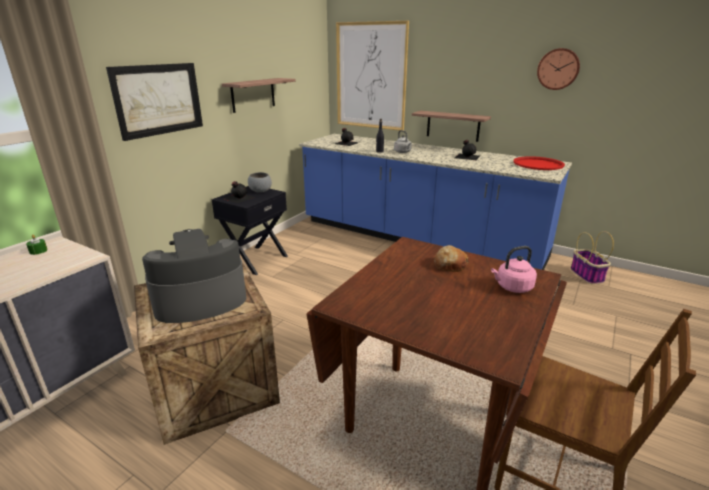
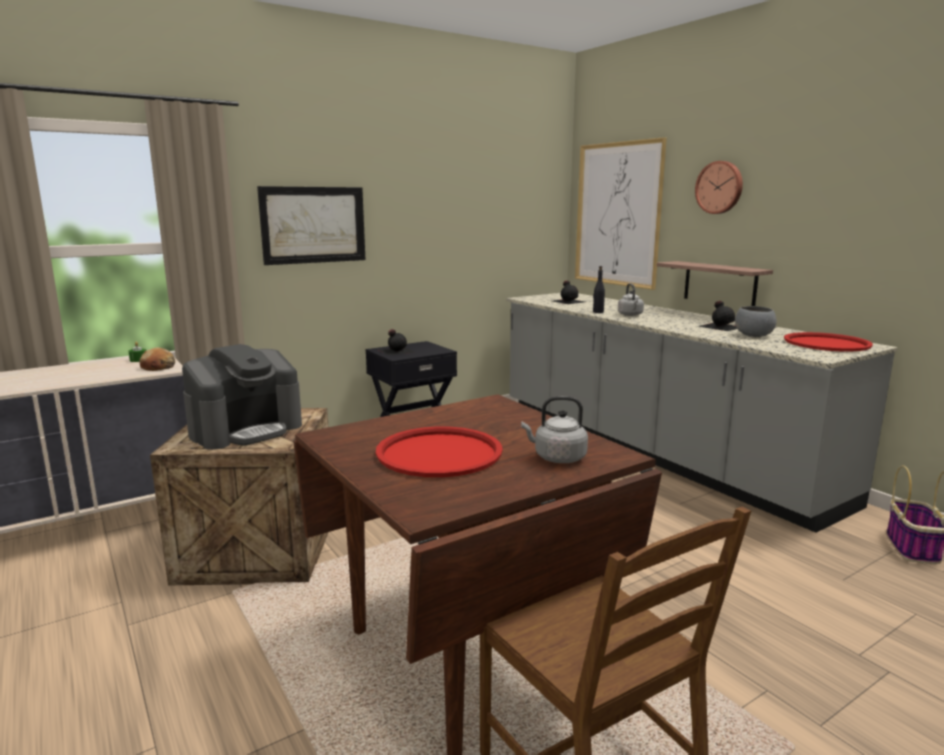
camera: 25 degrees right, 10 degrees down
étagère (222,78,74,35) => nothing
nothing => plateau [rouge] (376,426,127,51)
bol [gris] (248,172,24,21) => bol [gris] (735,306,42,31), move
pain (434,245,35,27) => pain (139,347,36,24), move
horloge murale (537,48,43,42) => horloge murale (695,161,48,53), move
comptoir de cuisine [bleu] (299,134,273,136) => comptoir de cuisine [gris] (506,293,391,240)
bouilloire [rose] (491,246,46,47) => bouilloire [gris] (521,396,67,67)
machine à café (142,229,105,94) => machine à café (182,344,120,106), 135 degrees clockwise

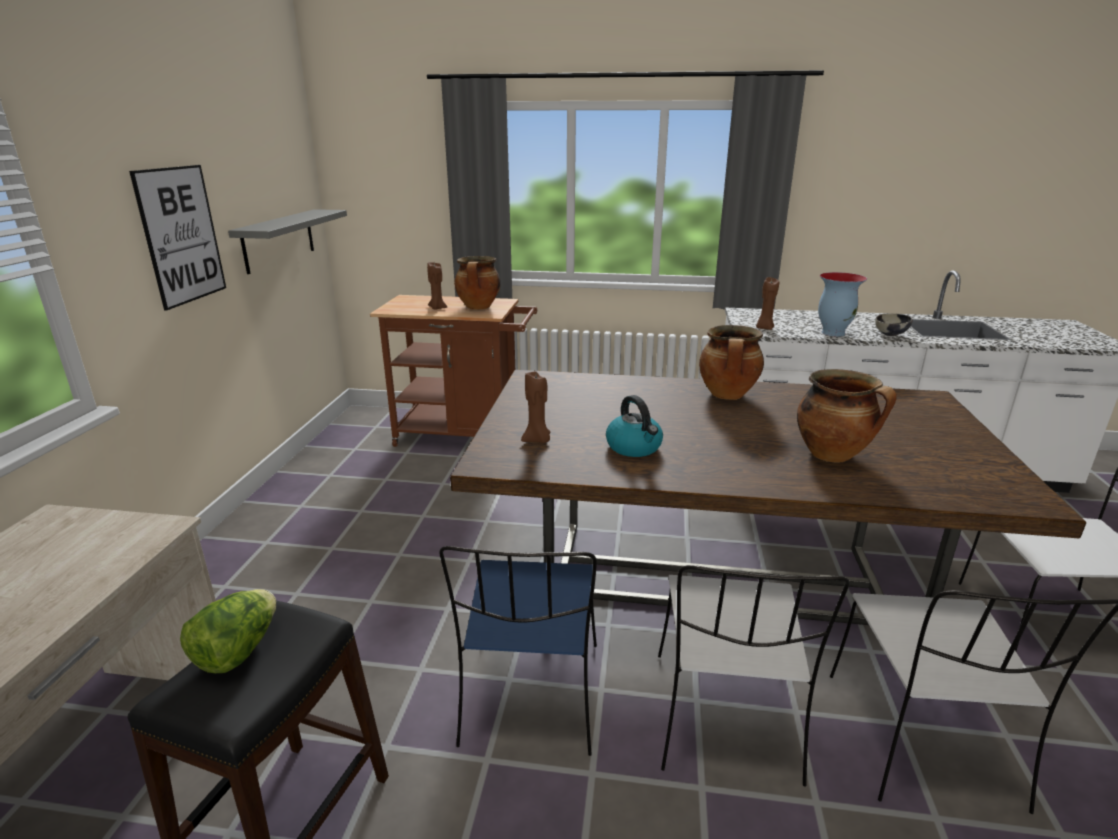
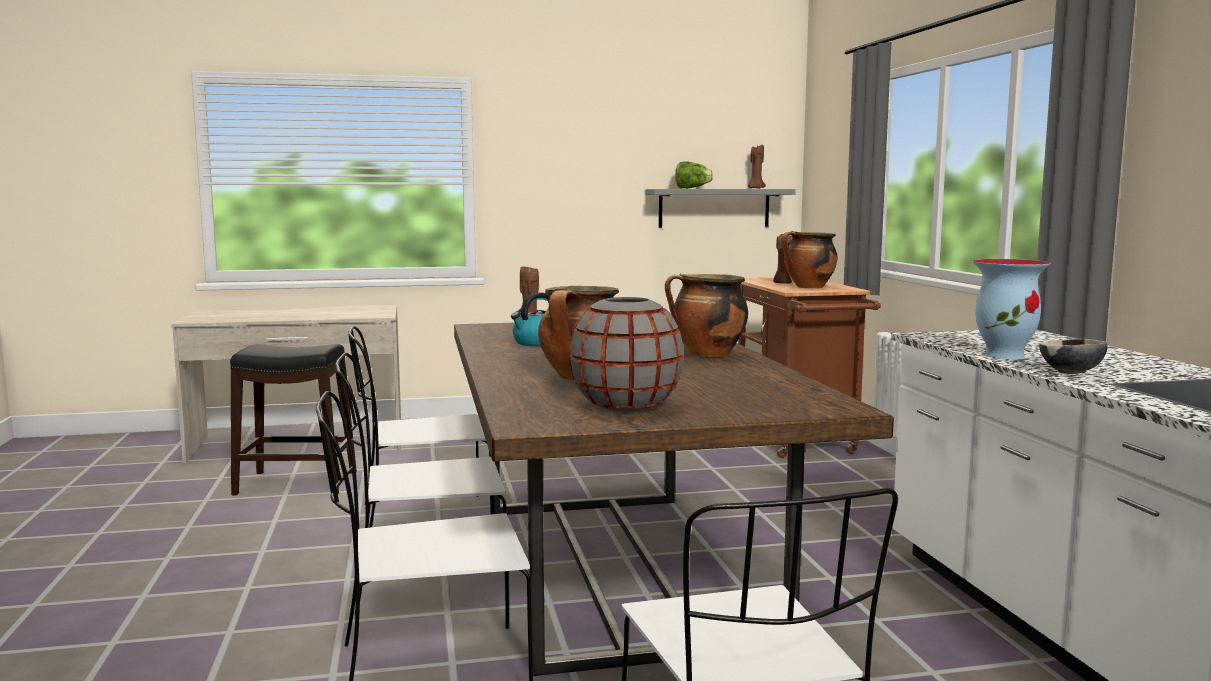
camera: 70 degrees right, 15 degrees down
tableau (129,165,97,145) => nothing
nothing => vase [gris] (569,297,115,115)
laitue (180,589,96,84) => laitue (675,162,38,27), move
bougie [marron] (756,277,23,53) => bougie [marron] (748,144,18,45), move
chaise [bleu] (439,546,158,210) => chaise [blanc] (348,326,144,202)

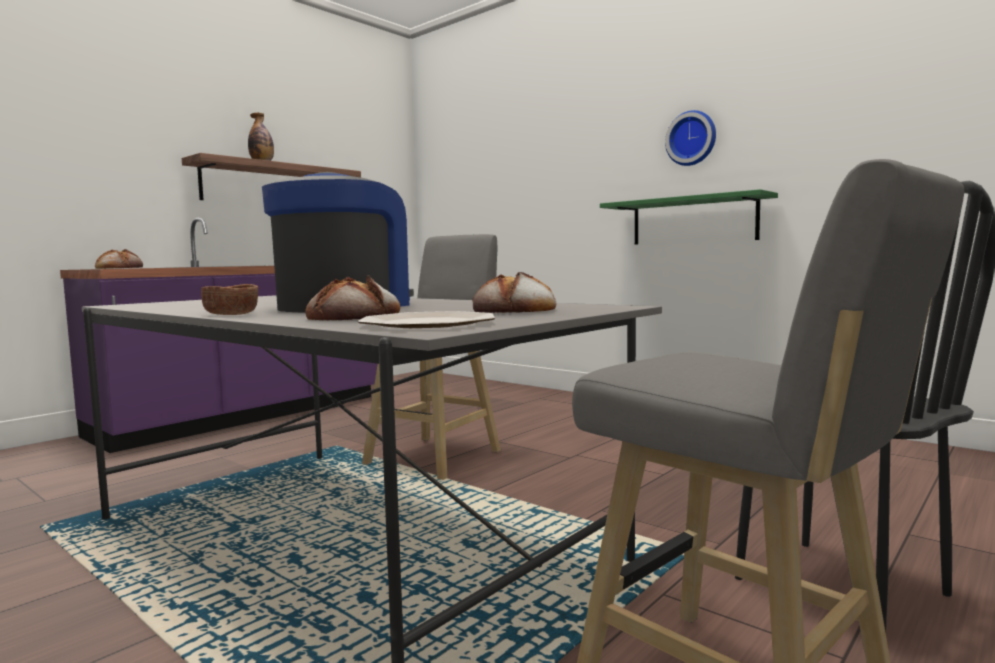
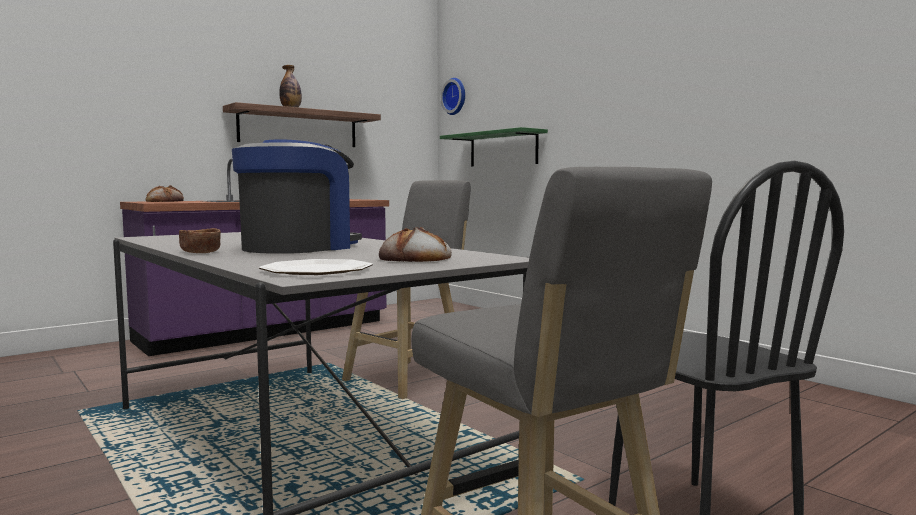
camera: 10 degrees right, 0 degrees up
pain (305,275,95,45) => nothing
étagère [vert] (600,189,178,55) => étagère [vert] (440,127,108,40), move
horloge murale (665,110,51,56) => horloge murale (441,78,24,37), move

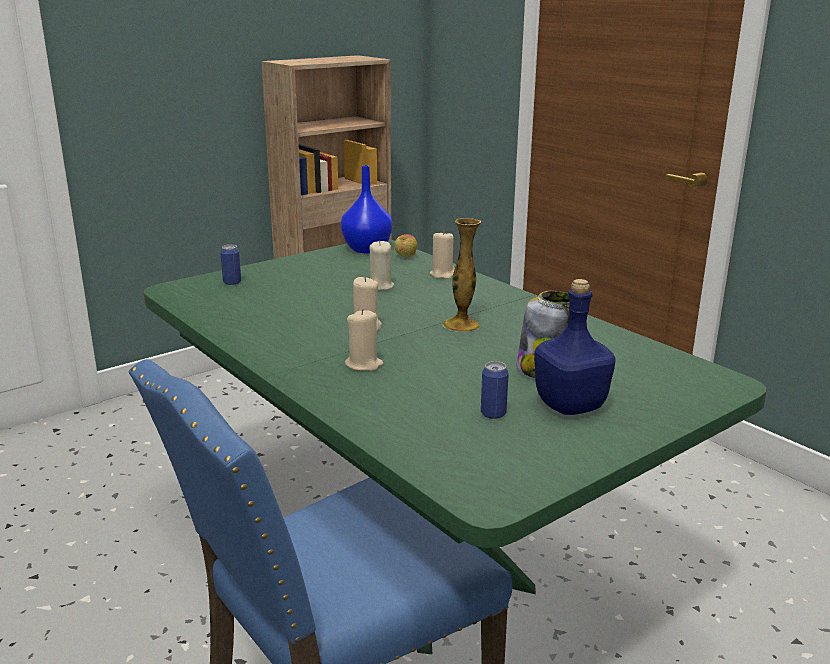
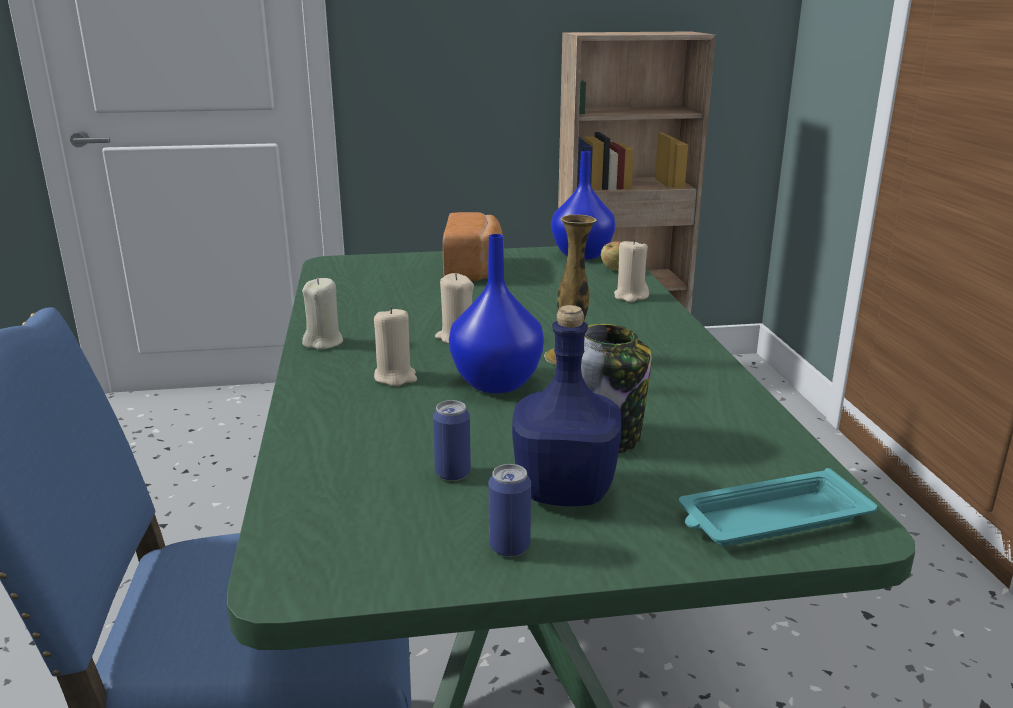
camera: 30 degrees right, 0 degrees up
nothing => pain (443,212,61,69)
nothing => vase [bleu] (449,234,95,159)
nothing => plateau [turquoise] (679,468,199,78)
boîte métallique (220,244,21,41) => boîte métallique (489,464,42,93), move
bougie [beige] (369,241,25,50) => bougie [beige] (302,277,41,73), move

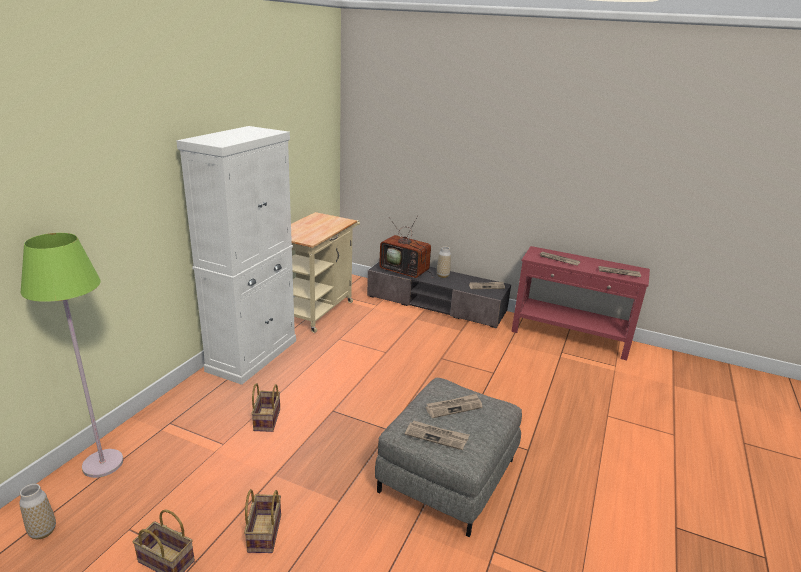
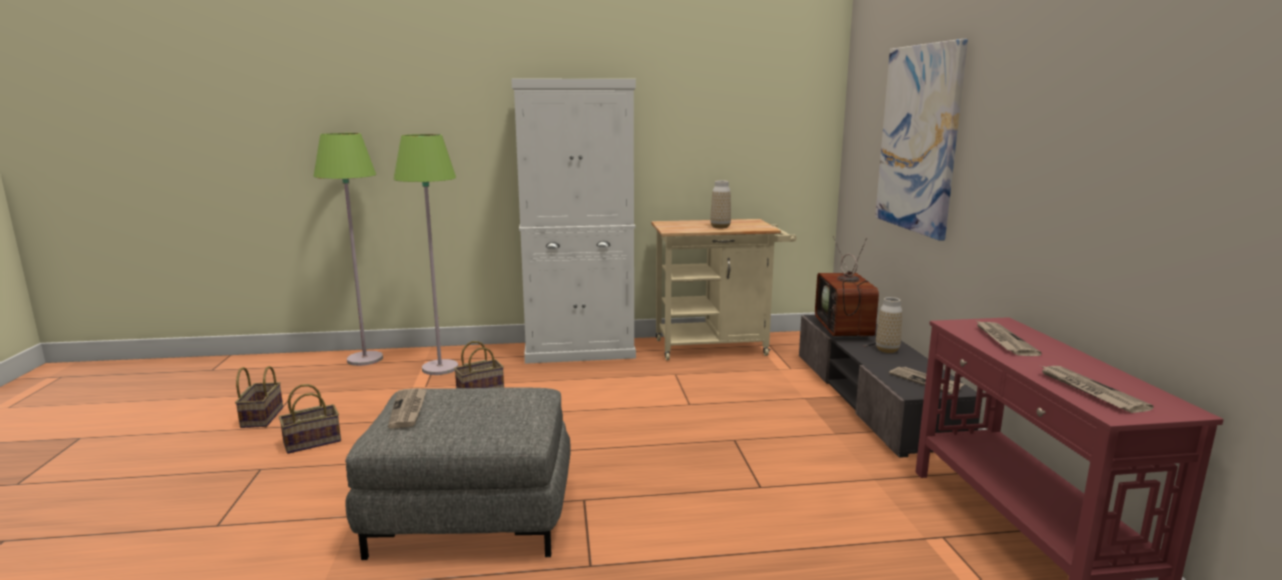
camera: 60 degrees right, 10 degrees down
journal (425,393,57,25) => nothing
nothing => lampadaire [vert] (393,134,65,241)
nothing => tableau (875,39,93,202)
vase (19,484,37,55) => vase (710,180,21,48), move

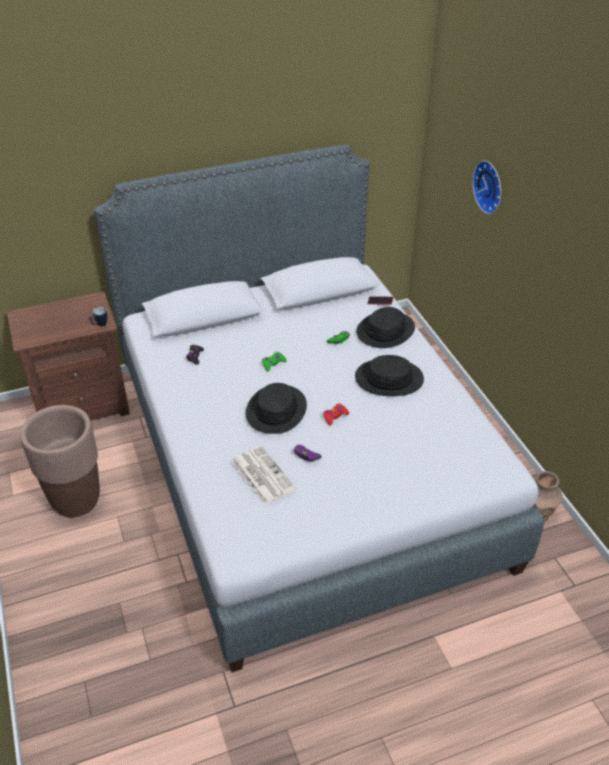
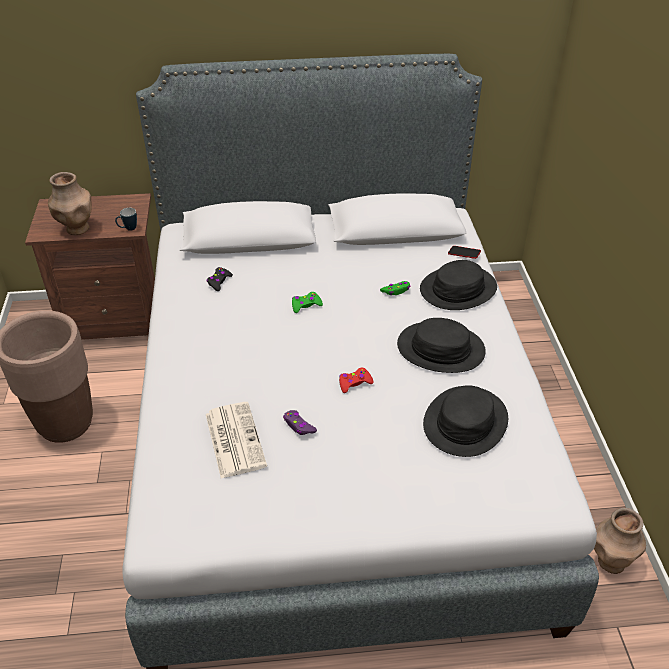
camera: 15 degrees right, 0 degrees up
horloge murale (472,161,29,53) => nothing
nothing => vase [marron] (48,172,44,63)
chapeau [noir] (246,383,61,51) => chapeau [noir] (423,385,85,72), move

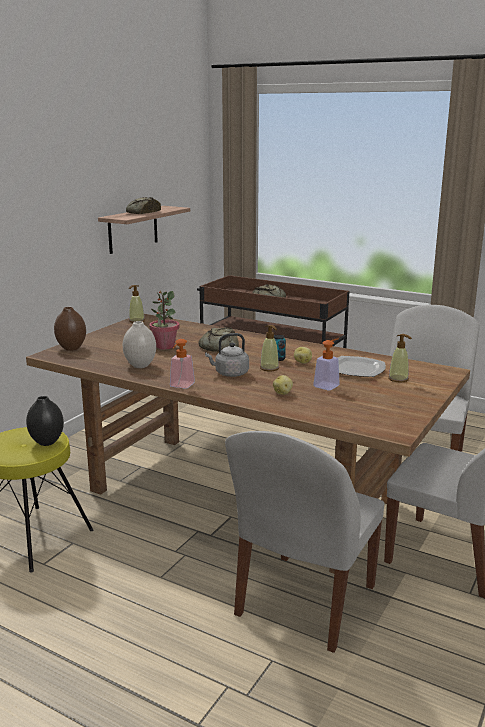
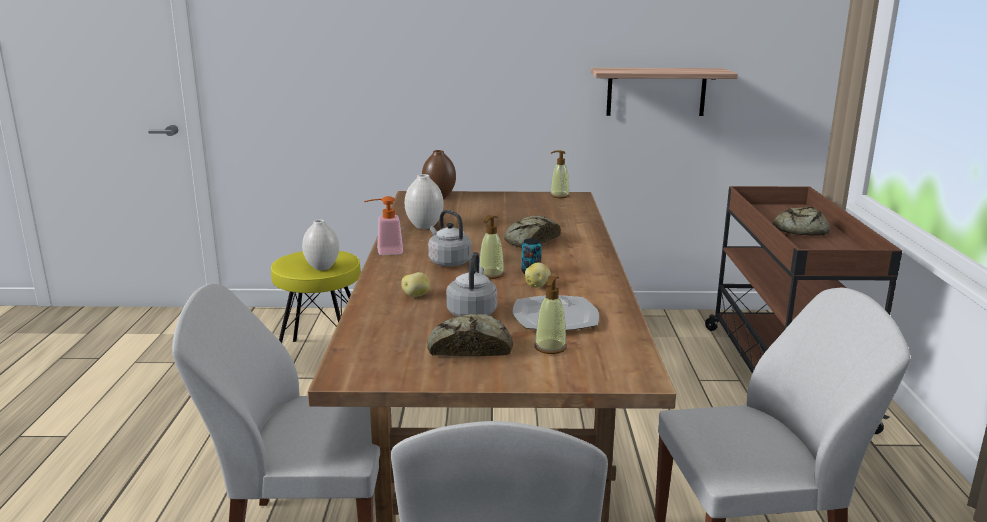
camera: 60 degrees right, 0 degrees up
plante en pot (149,291,31,59) => nothing
pain (126,197,35,17) => pain (427,314,86,42), move
distributeur de savon (313,339,27,51) => bouilloire [gris] (446,252,51,65)
vase [noir] (26,396,38,50) => vase [blanc] (302,219,37,51)

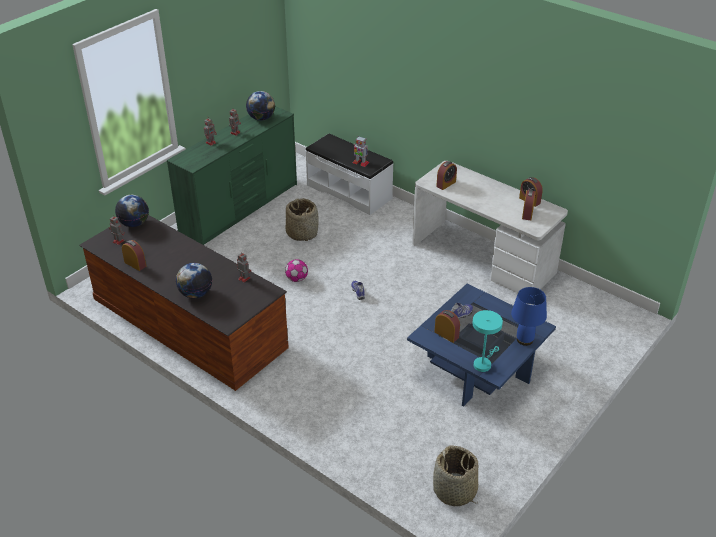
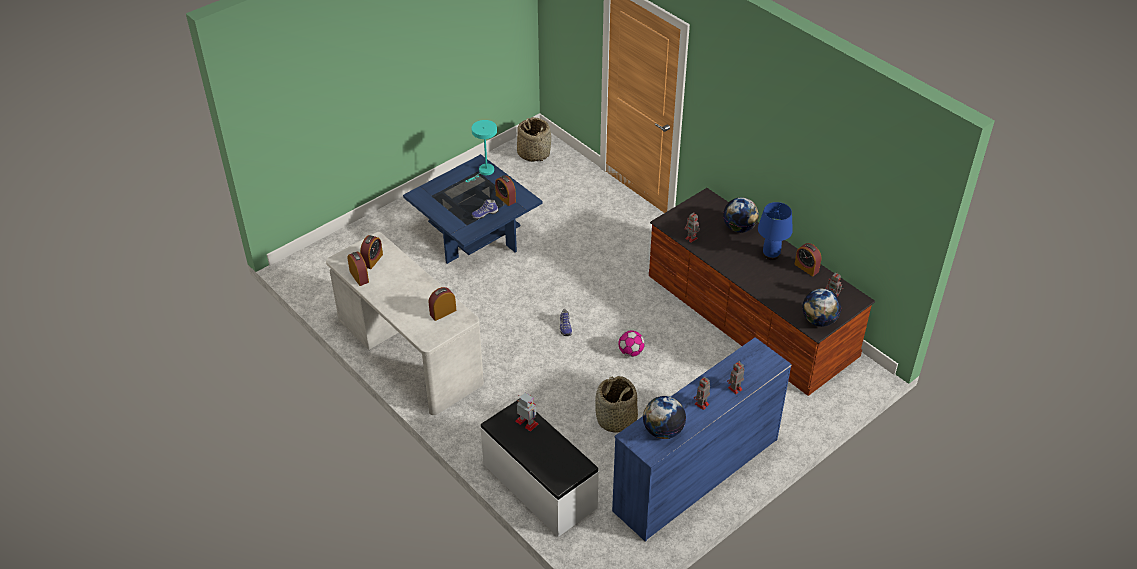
camera: 170 degrees left, 5 degrees up
lampe de table [bleu] (511,287,36,59) => lampe de table [bleu] (758,202,35,58), move
commode [vert] (167,106,130,139) => commode [bleu] (612,337,180,205)

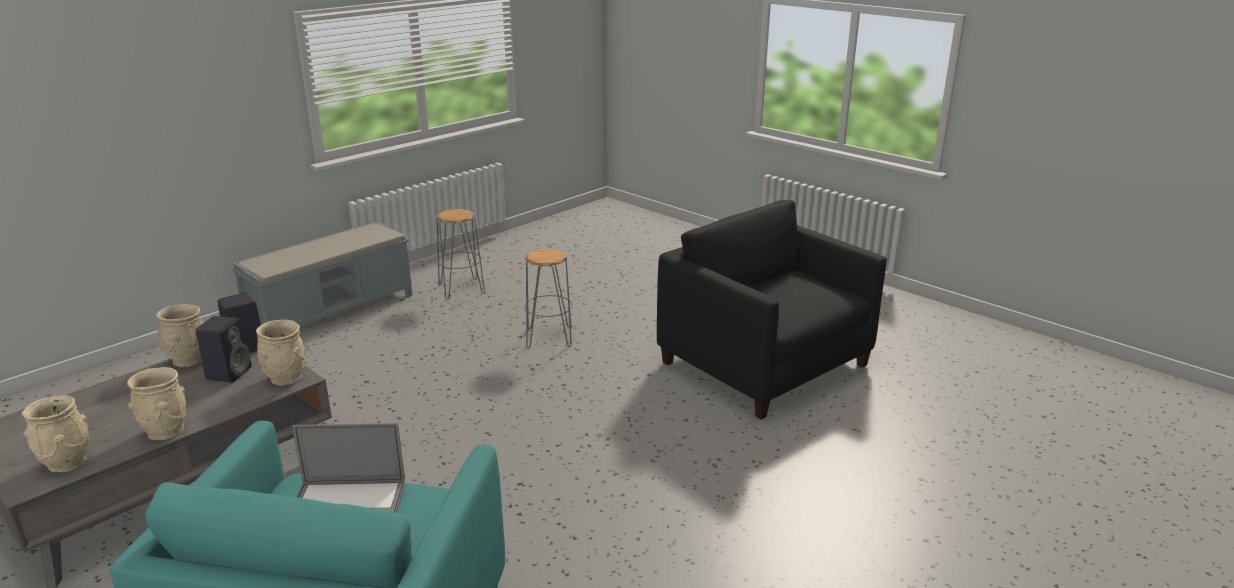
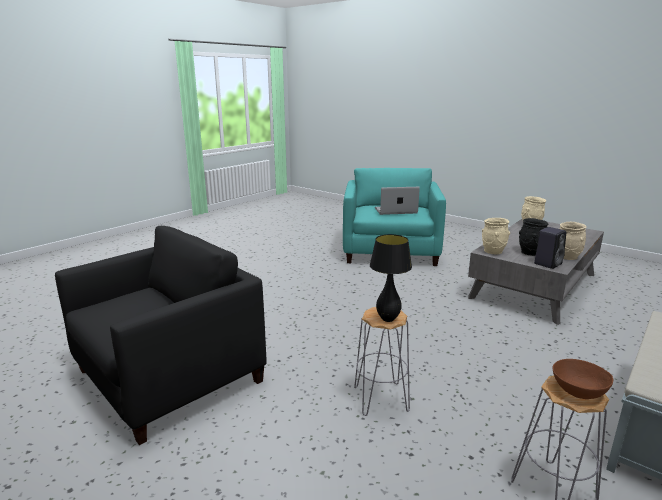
camera: 175 degrees right, 5 degrees down
vase [beige] (127,367,59,73) => nothing
nothing => lampe de table [noir] (370,234,42,88)
nothing => bol [marron] (553,359,60,40)
enceinte [noir] (195,316,57,66) => vase [noir] (519,218,29,38)
fauteuil [noir] (657,200,230,220) => fauteuil [noir] (55,226,212,219), 90 degrees counterclockwise

